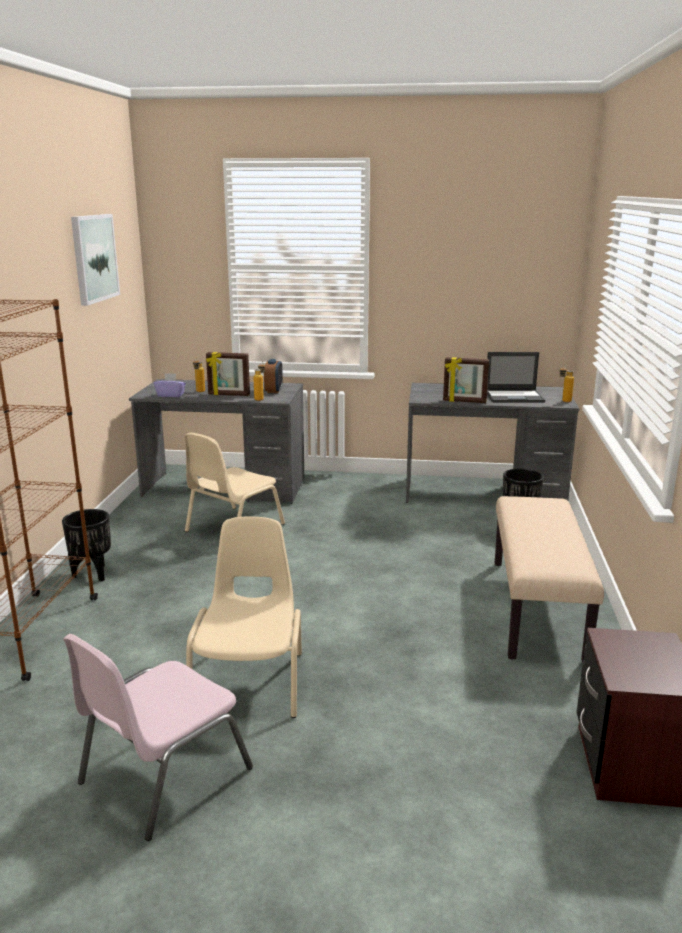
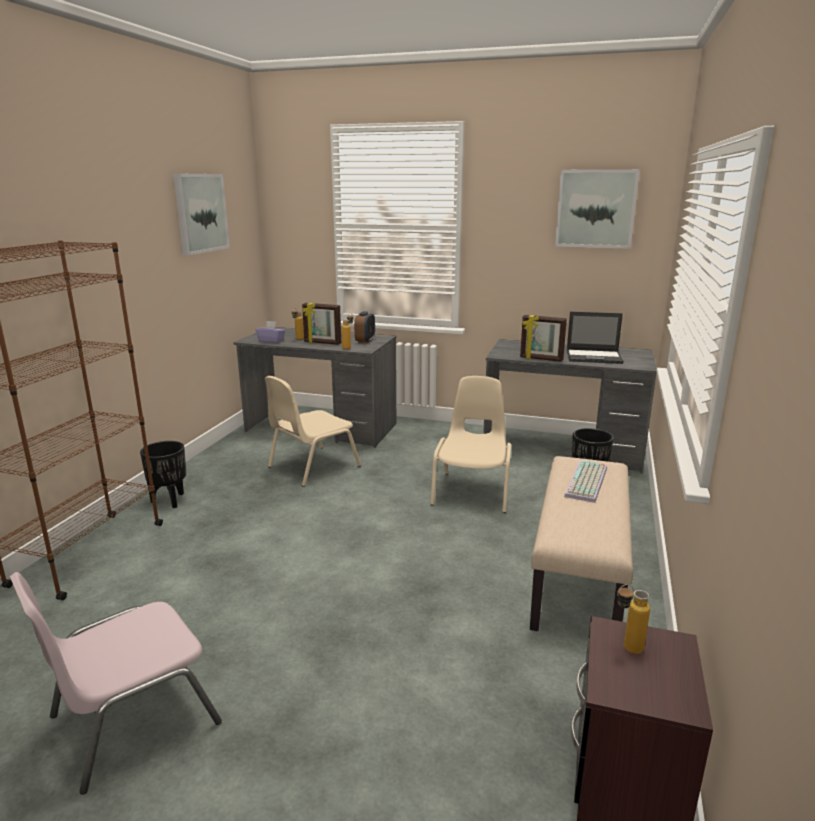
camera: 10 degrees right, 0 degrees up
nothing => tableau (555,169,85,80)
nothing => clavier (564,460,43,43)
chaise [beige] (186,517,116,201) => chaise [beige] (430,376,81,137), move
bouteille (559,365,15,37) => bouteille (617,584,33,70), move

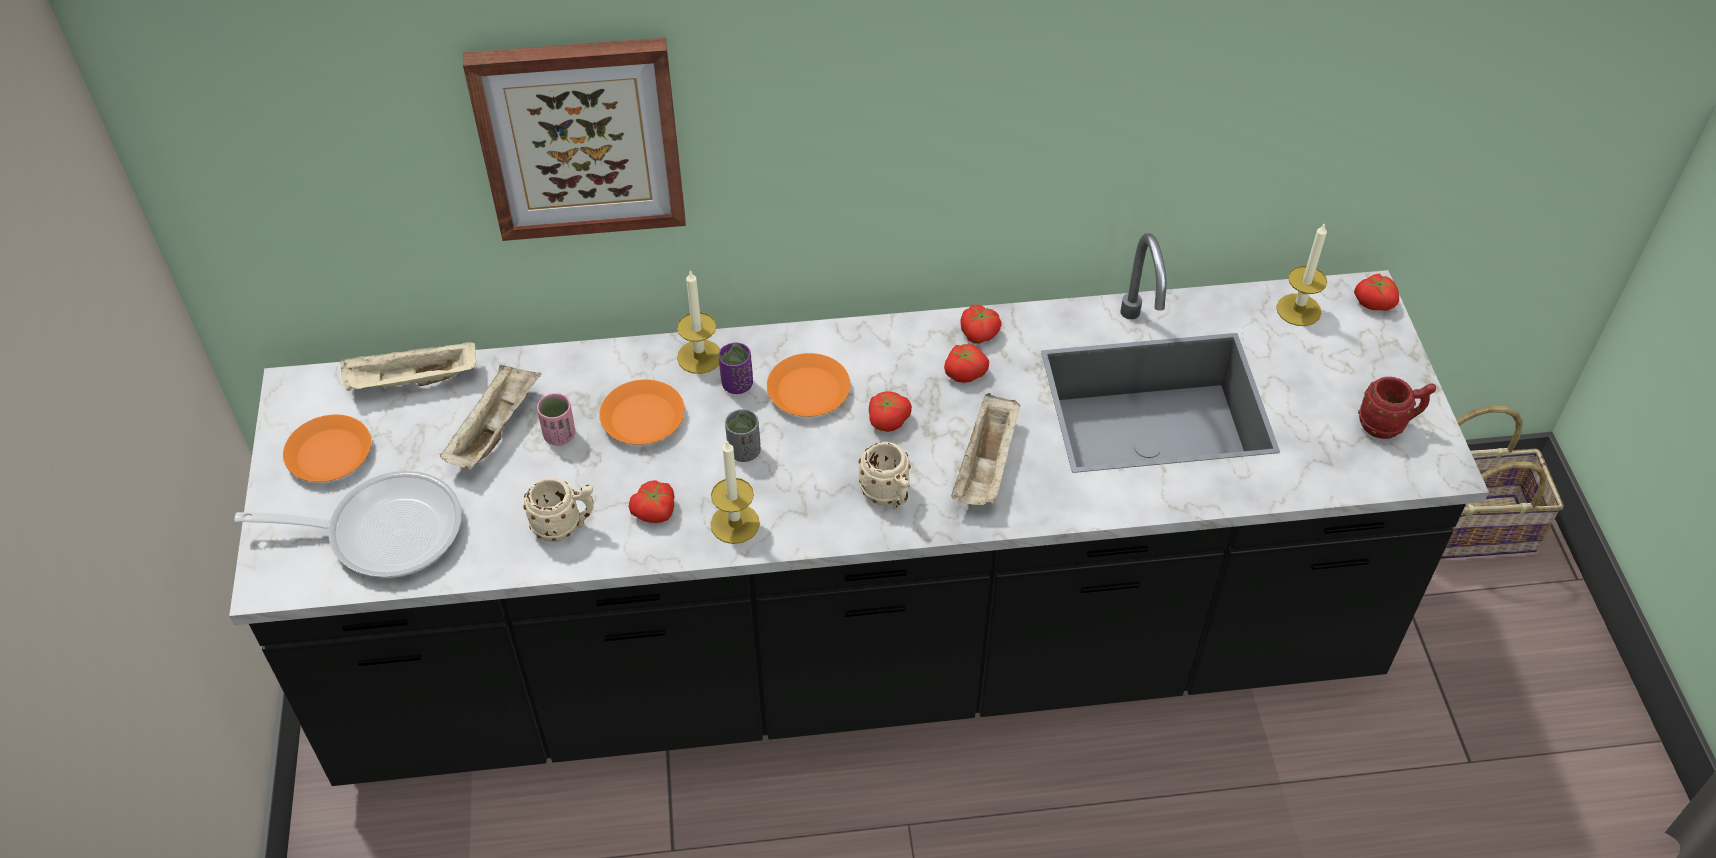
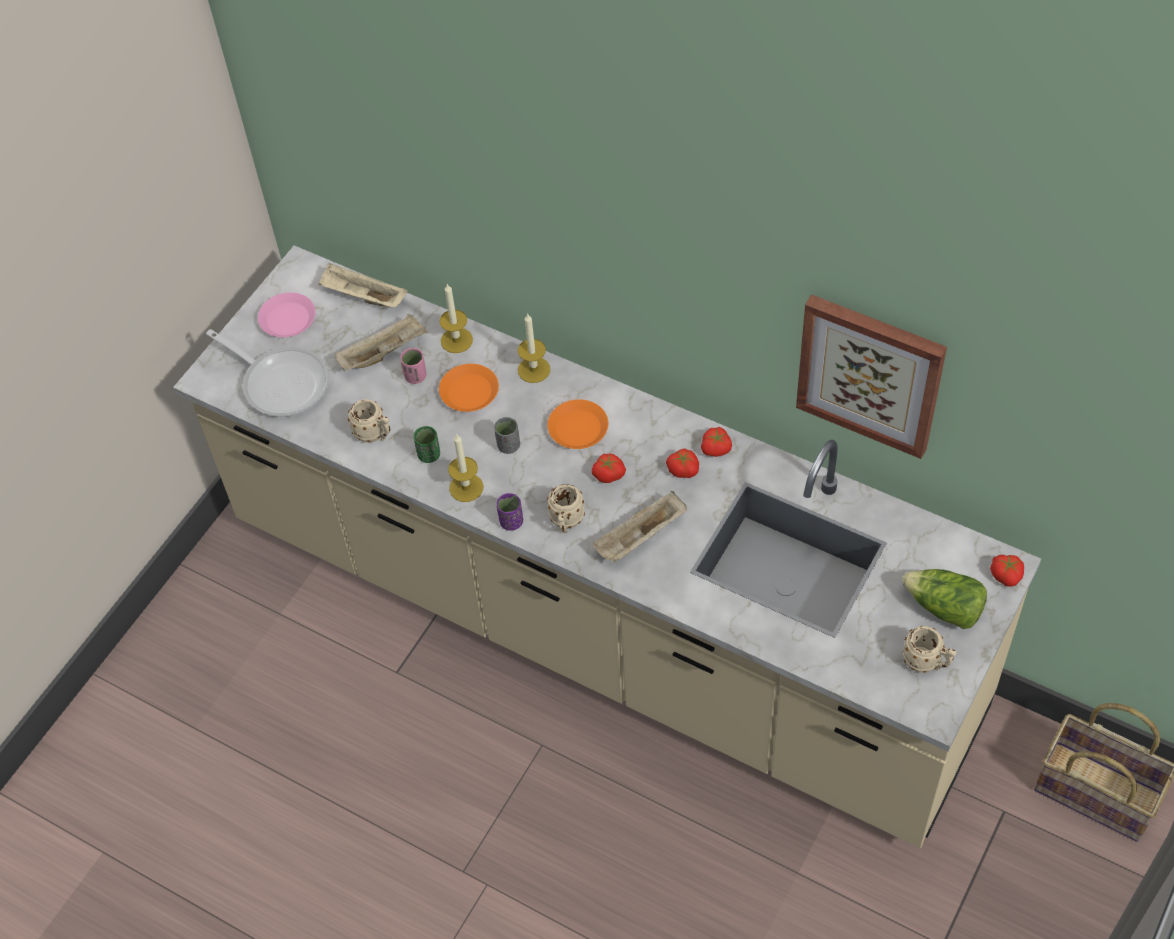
camera: 40 degrees right, 5 degrees up
nothing => laitue (902,569,85,60)
tableau (463,38,223,203) => tableau (796,294,151,165), move
tasse [violet] (718,342,35,52) => tasse [violet] (496,493,27,38), move
bougie (1276,222,51,104) => bougie (440,284,33,69), move
tomate (629,480,45,43) => tasse [vert] (414,426,26,37)
comptoir de cuisine [noir] (229,233,1260,553) => comptoir de cuisine [beige] (173,245,868,603)
assiette [orange] (283,415,88,67) => assiette [rose] (258,292,58,45)
mug [rouge] (1358,377,78,62) => mug [beige] (903,626,54,47)

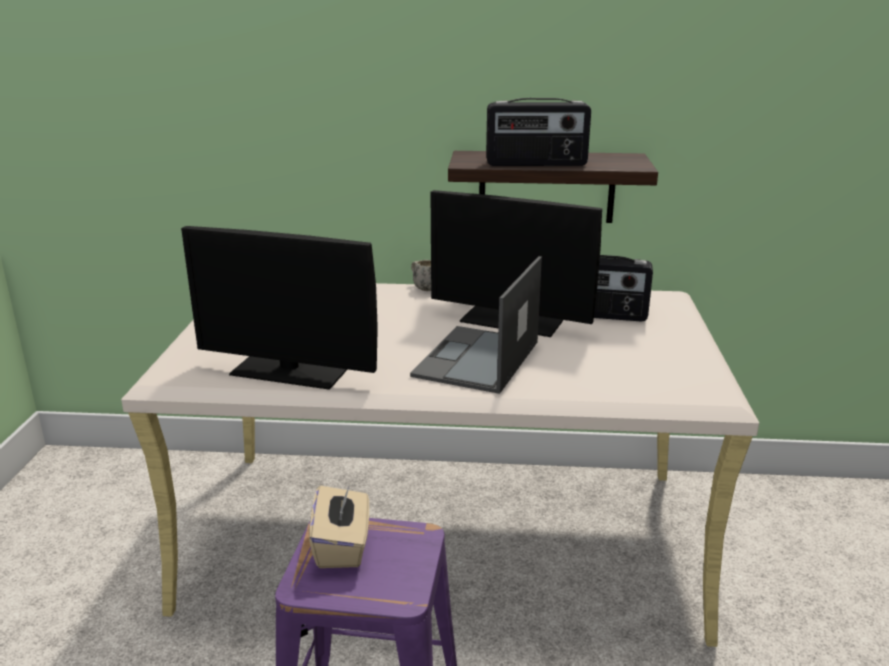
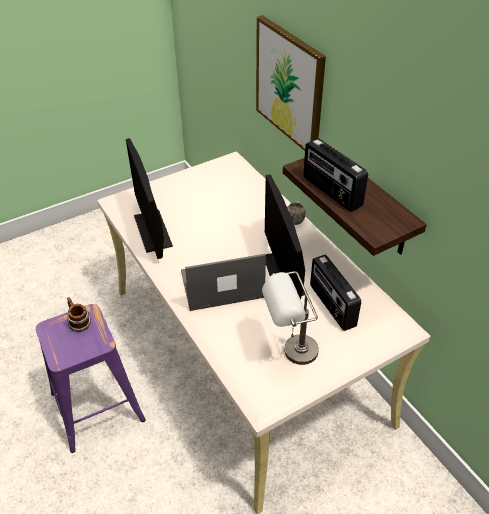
camera: 55 degrees right, 20 degrees up
nothing => tableau (256,15,70,136)
nothing => lampe de table [gris] (262,271,57,94)
boîte à mouchoirs [beige] (309,484,60,84) => mug (67,297,24,35)

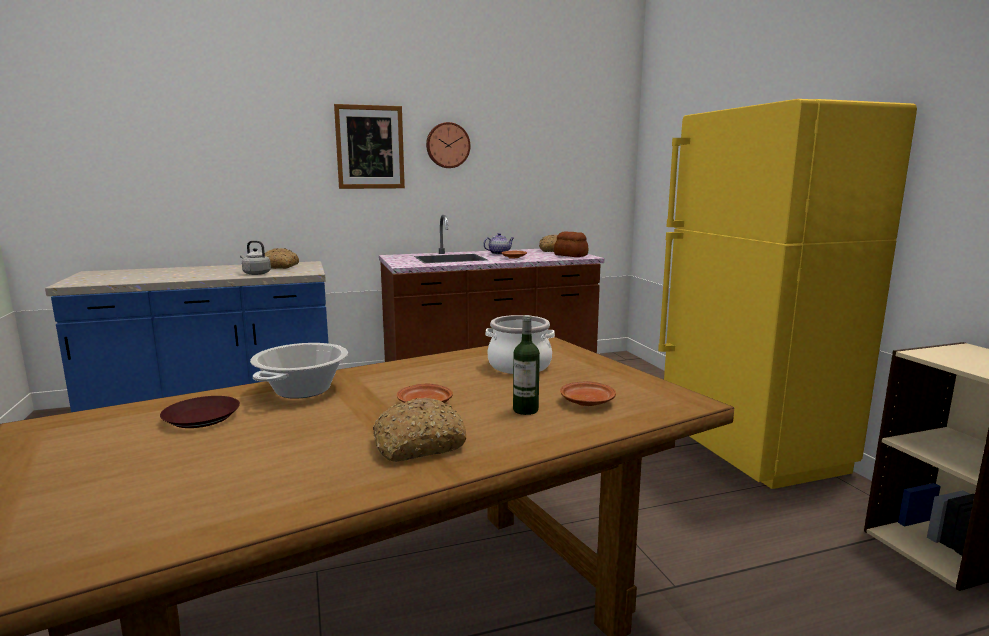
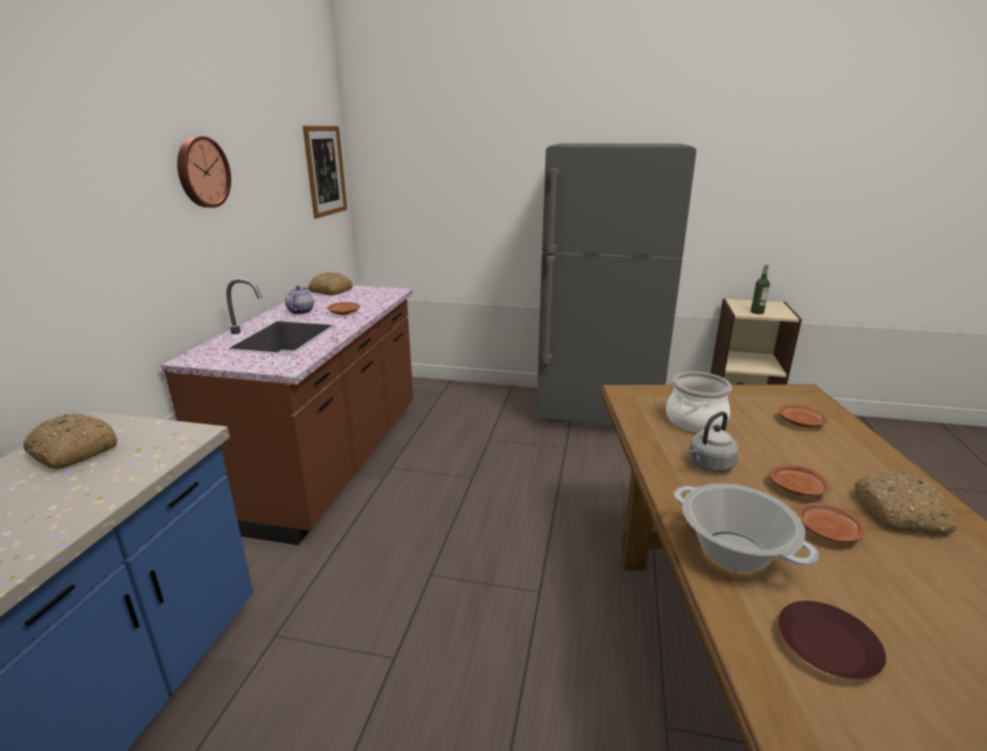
camera: 60 degrees left, 10 degrees up
pain (554,231,35,26) => nothing
nothing => assiette [marron] (798,503,69,39)
bouilloire [gris] (240,240,31,35) => bouilloire [gris] (689,412,50,60), move
tableau (334,104,71,85) => tableau (303,126,44,93), move
bouteille (513,315,27,100) => bouteille (751,265,19,49), move
réfrigérateur [jaune] (658,99,259,390) => réfrigérateur [gris] (536,143,160,282)

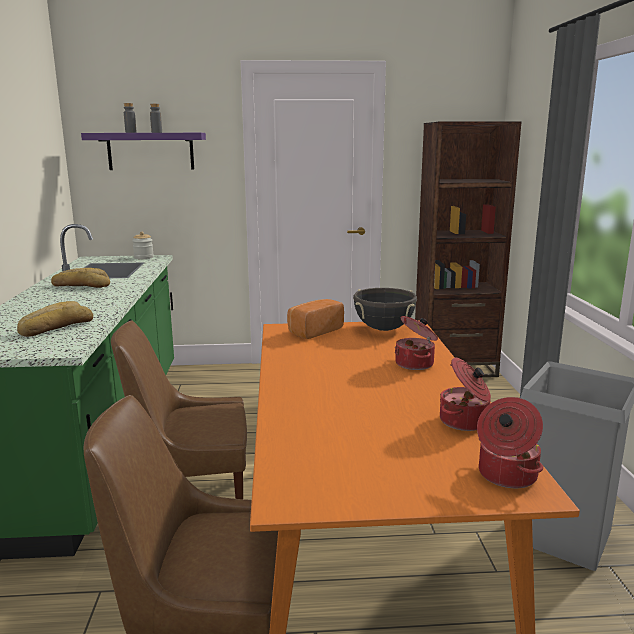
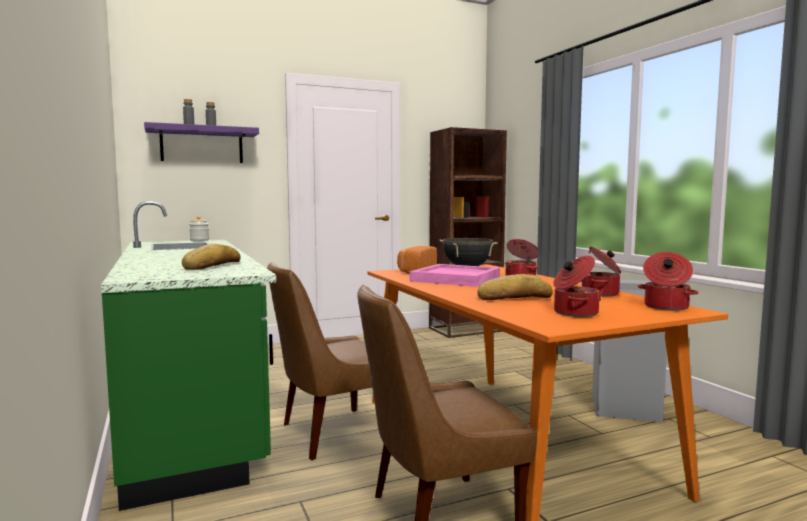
camera: 20 degrees left, 10 degrees down
nothing => plateau [rose] (409,264,91,23)
nothing => marmite (553,256,48,61)
pain (51,268,59,20) => pain (477,274,76,26), move

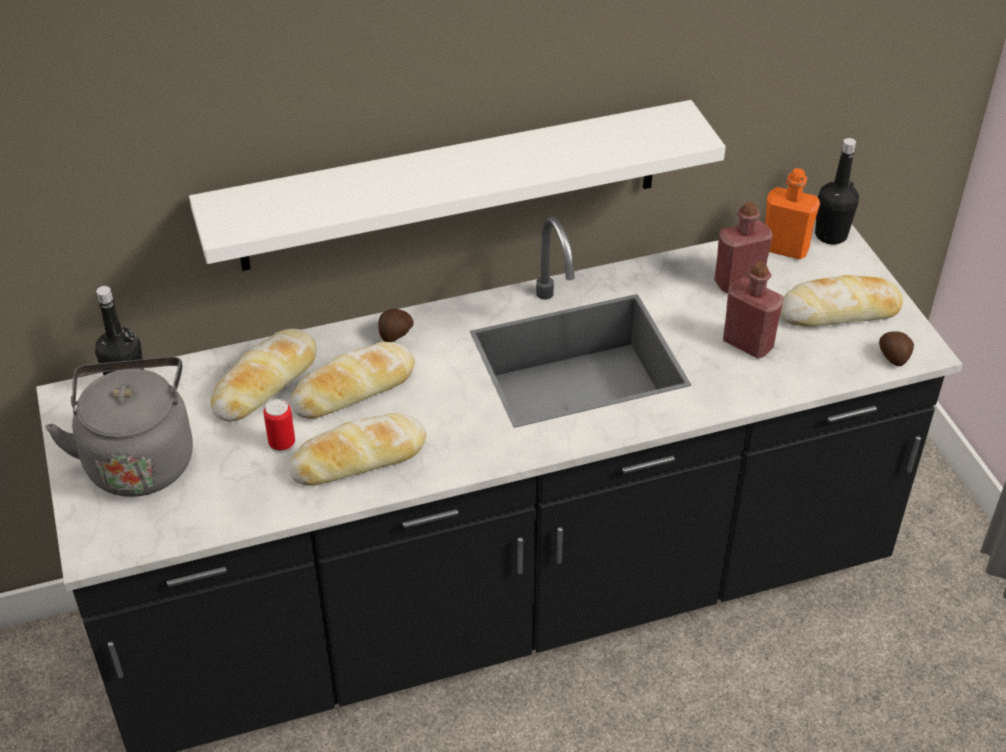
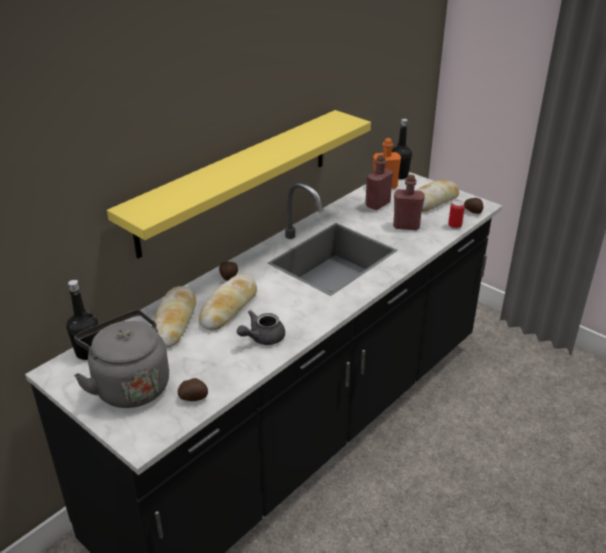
camera: 30 degrees left, 10 degrees down
nothing => pomme de terre (178,378,30,23)
boîte métallique (263,399,32,54) => boîte métallique (448,200,17,30), move
pain (289,413,137,73) => théière [gris] (237,310,48,35)
étagère [blanc] (189,100,537,171) => étagère [jaune] (107,110,264,148)

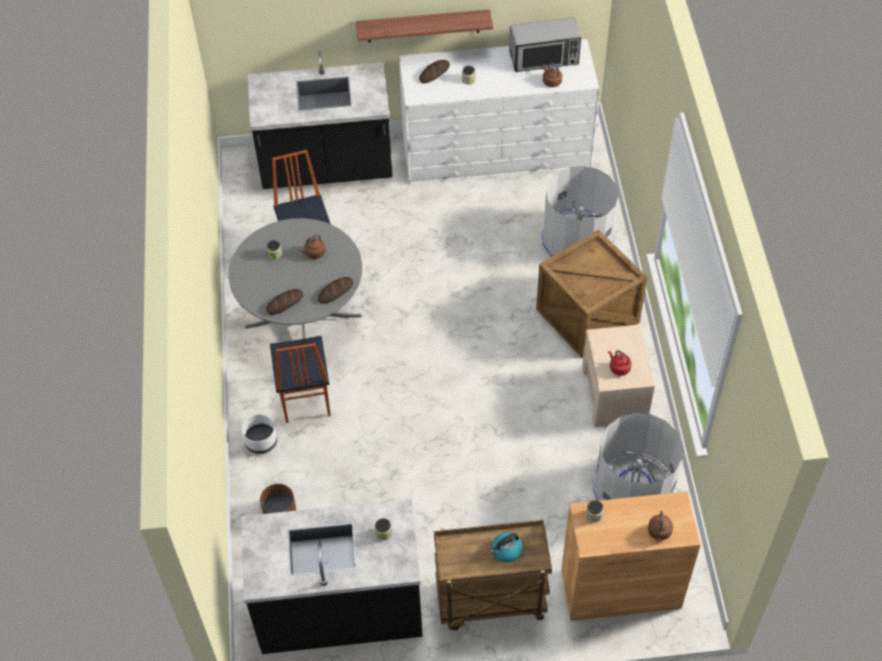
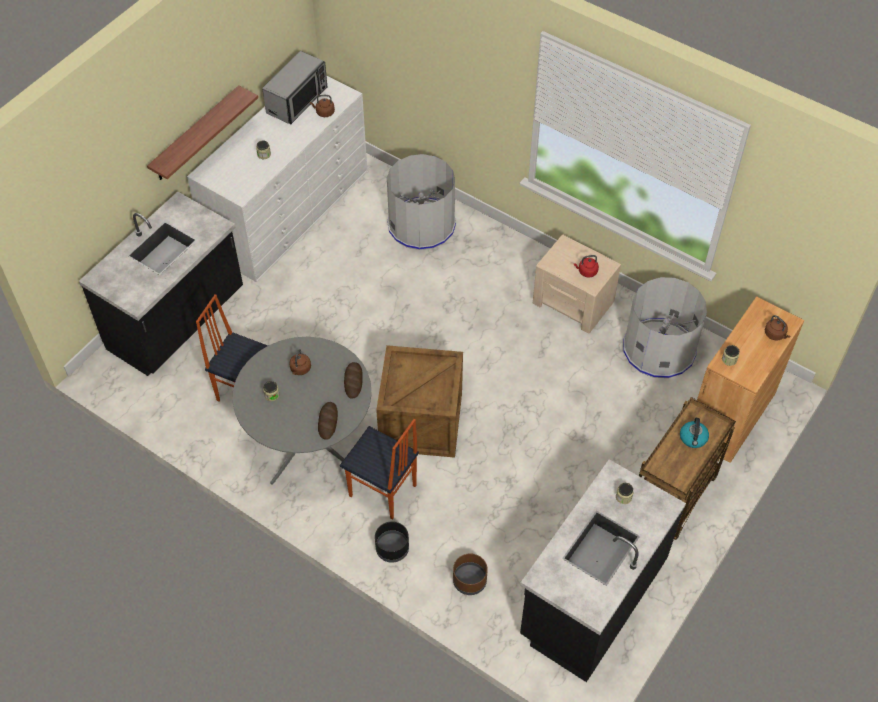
camera: 50 degrees left, 0 degrees up
pain (419,60,31,23) => nothing
caisse (536,230,111,128) => caisse (376,345,87,113), move
cache-pot [blanc] (242,414,35,40) => cache-pot [noir] (375,521,34,42)

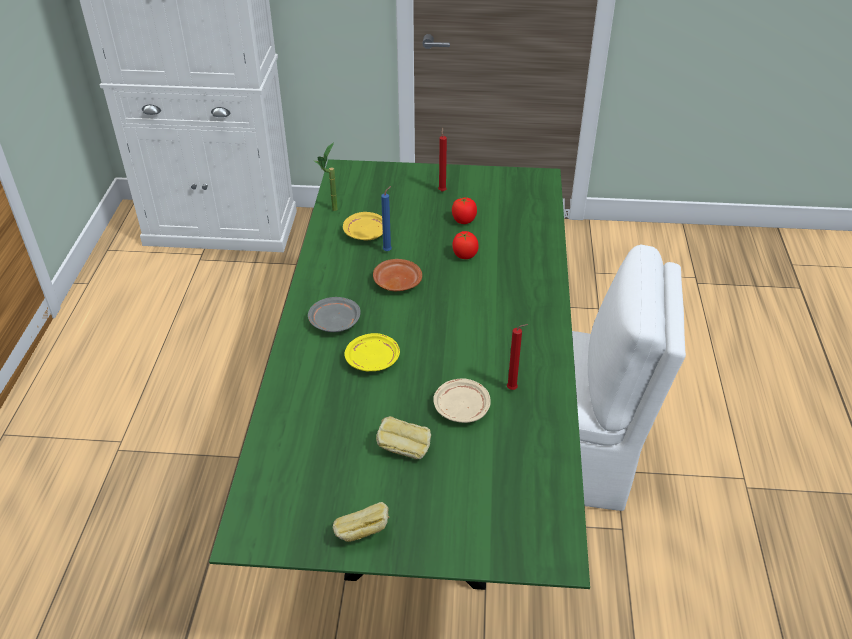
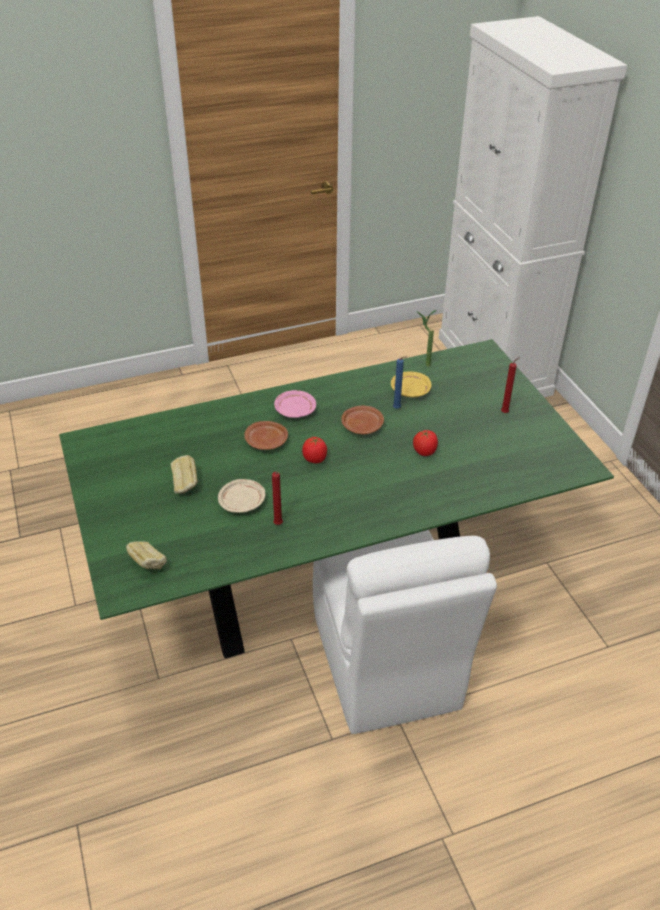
camera: 65 degrees right, 0 degrees up
pain (333,502,57,40) => pain (126,541,41,28), move
tomate (452,197,25,27) => tomate (302,436,25,27), move
assiette [gris] (308,297,53,35) => assiette [rose] (274,390,42,28)
assiette [jaune] (344,333,56,38) => assiette [marron] (244,421,44,29)

